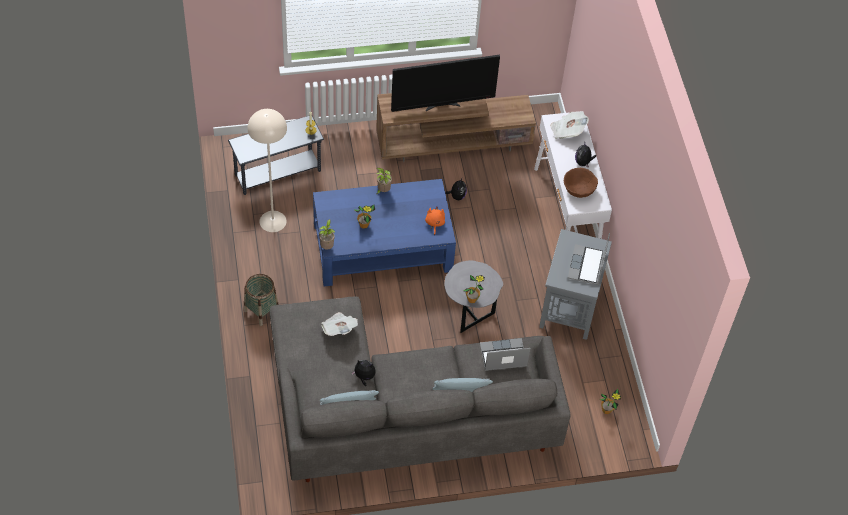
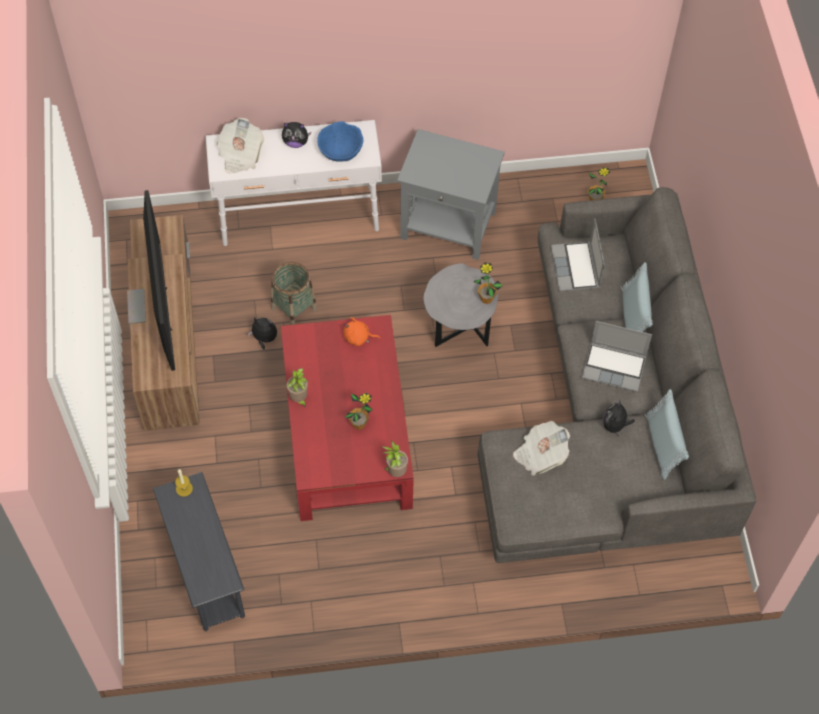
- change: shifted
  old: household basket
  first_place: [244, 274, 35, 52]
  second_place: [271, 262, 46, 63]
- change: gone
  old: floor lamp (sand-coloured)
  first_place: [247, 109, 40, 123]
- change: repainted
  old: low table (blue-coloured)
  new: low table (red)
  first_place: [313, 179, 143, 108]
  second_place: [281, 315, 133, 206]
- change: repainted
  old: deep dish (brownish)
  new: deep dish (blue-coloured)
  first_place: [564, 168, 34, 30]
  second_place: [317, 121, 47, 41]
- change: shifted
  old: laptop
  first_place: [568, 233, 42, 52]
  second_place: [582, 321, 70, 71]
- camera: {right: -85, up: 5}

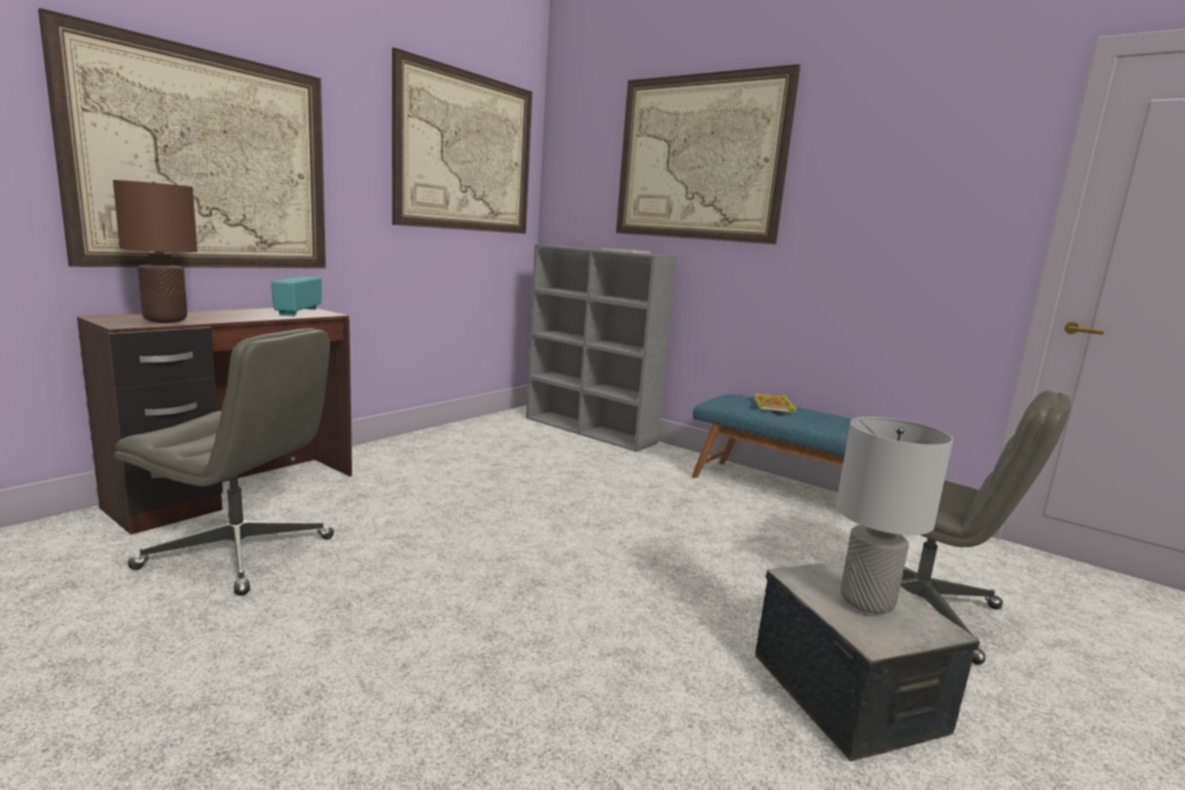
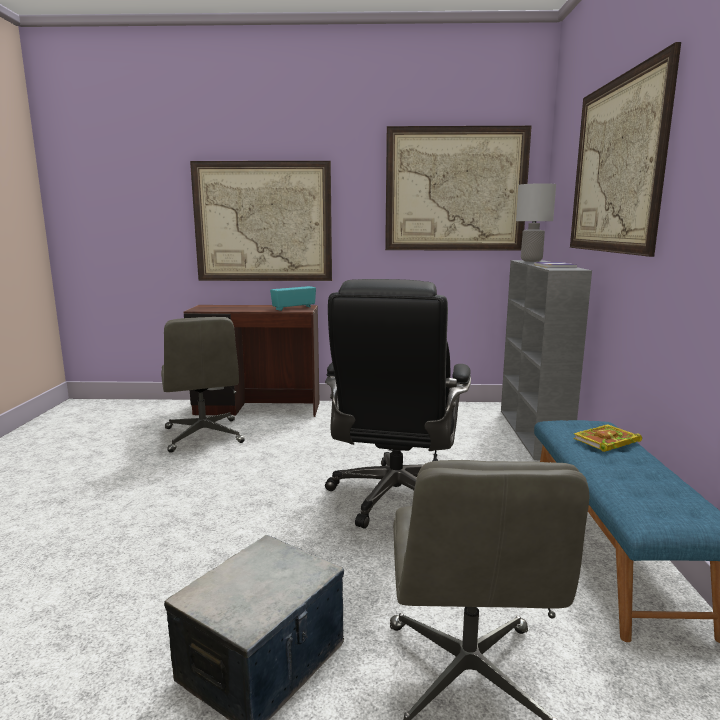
- change: gone
  old: table lamp (brownish)
  first_place: [113, 180, 85, 143]
- change: shifted
  old: table lamp (gray)
  first_place: [836, 417, 117, 197]
  second_place: [516, 183, 40, 79]
- change: new
  new: computer chair (black)
  second_place: [325, 279, 146, 250]
- camera: {right: 55, up: 0}

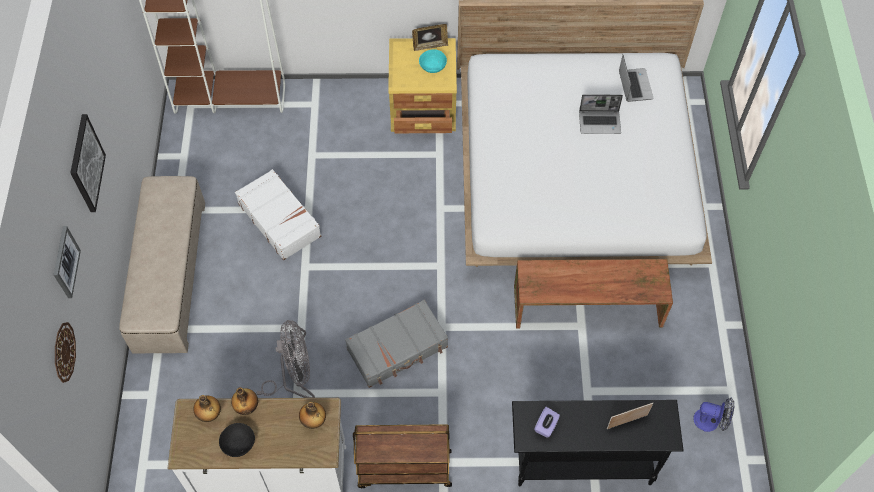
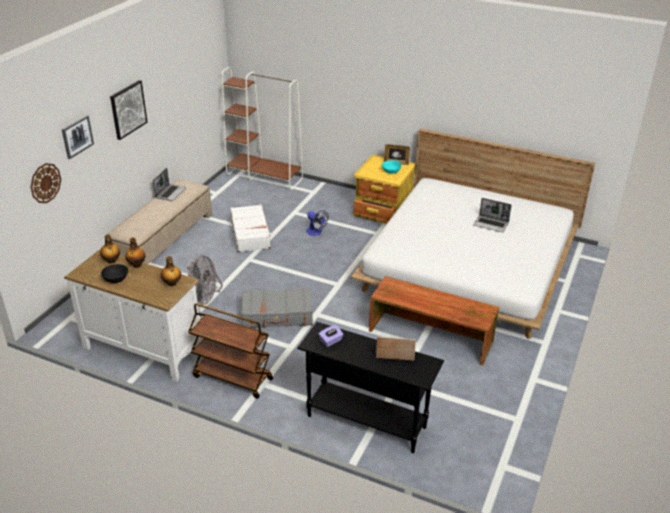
- change: shifted
  old: laptop
  first_place: [619, 55, 34, 47]
  second_place: [153, 168, 33, 33]
- change: shifted
  old: cooling fan
  first_place: [693, 398, 41, 34]
  second_place: [306, 210, 23, 26]
- camera: {right: 25, up: -25}

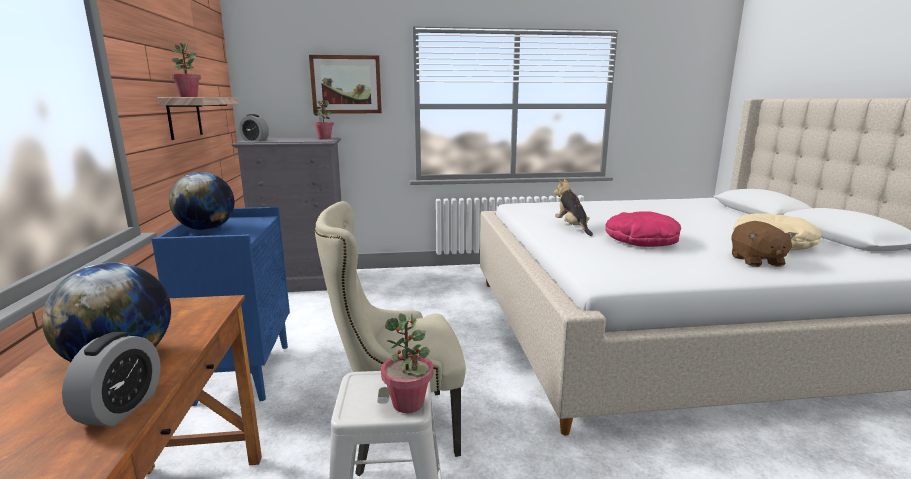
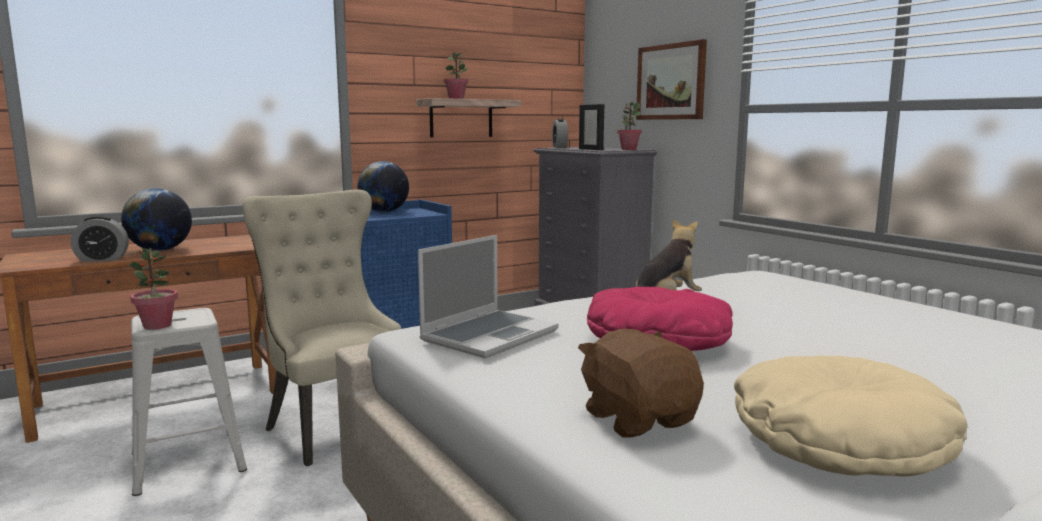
- change: rotated
  old: soft toy (brownish)
  first_place: [731, 221, 65, 46]
  second_place: [578, 329, 126, 109]
  degrees: 90
- change: new
  new: laptop
  second_place: [418, 235, 140, 124]
- change: new
  new: standing frame
  second_place: [579, 104, 25, 46]
- camera: {right: 65, up: -5}

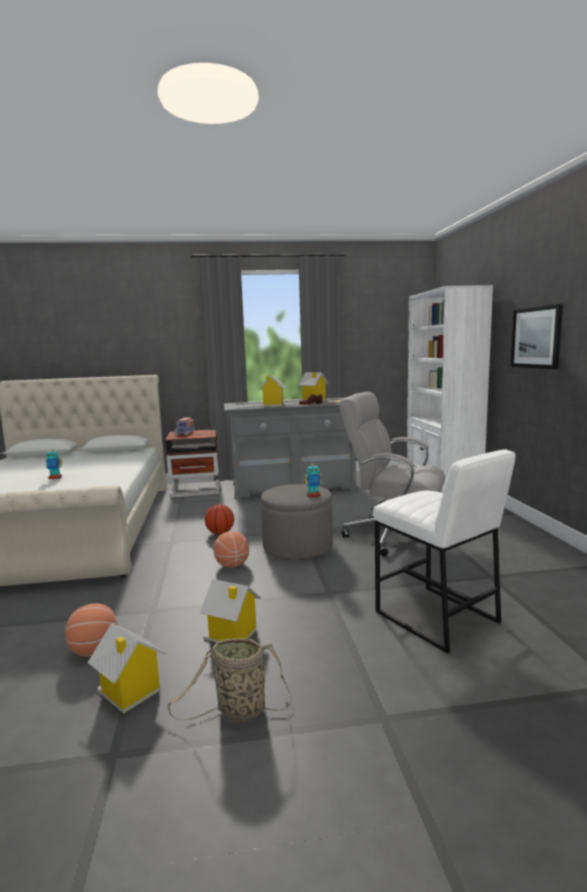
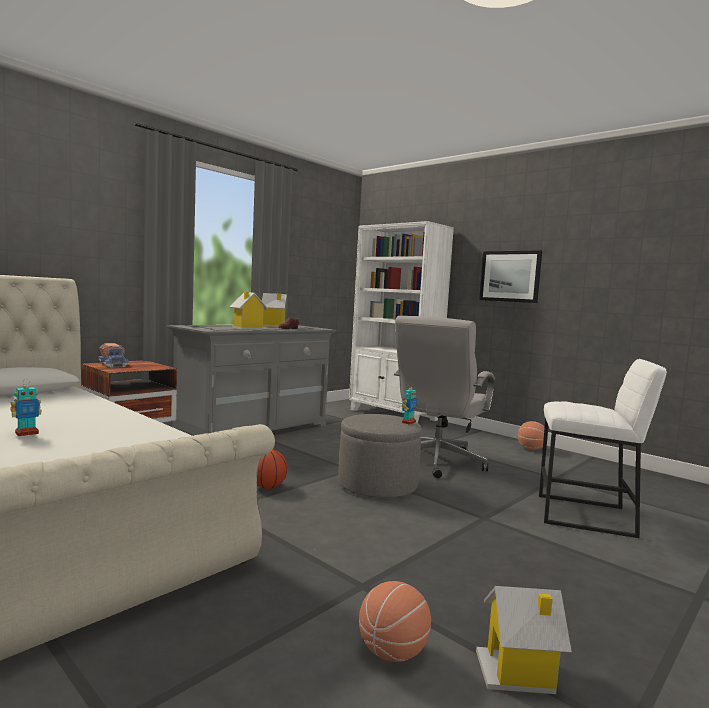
- change: gone
  old: household basket
  first_place: [167, 638, 125, 84]
- change: gone
  old: model house
  first_place: [200, 579, 61, 63]
- change: shifted
  old: basketball
  first_place: [214, 531, 35, 37]
  second_place: [518, 421, 30, 29]
- change: rotated
  old: computer chair (gray)
  first_place: [339, 392, 106, 164]
  second_place: [394, 316, 101, 162]
  degrees: -45
- camera: {right: -40, up: -5}

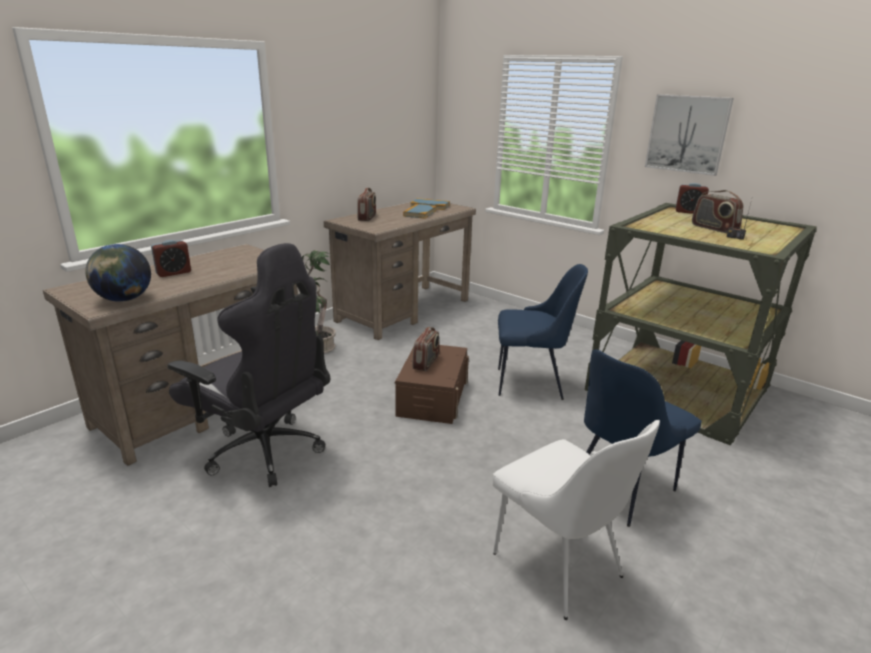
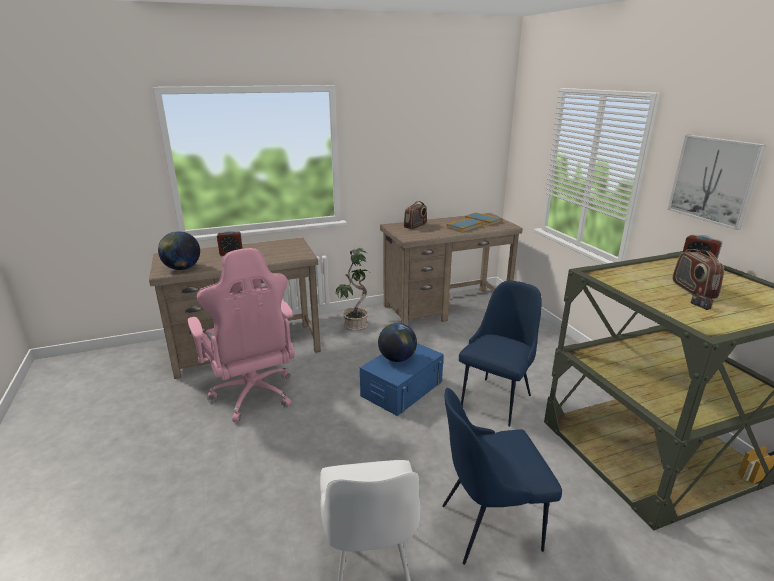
- change: repainted
  old: computer chair (black)
  new: computer chair (pink)
  first_place: [167, 243, 163, 244]
  second_place: [188, 248, 107, 174]
- change: repainted
  old: storage box (brownish)
  new: storage box (blue-coloured)
  first_place: [395, 345, 74, 79]
  second_place: [360, 343, 84, 73]
- change: swapped
  old: radio set
  new: desk globe
  first_place: [413, 327, 26, 44]
  second_place: [378, 323, 39, 39]
- change: rotated
  old: plain chair (blue-coloured)
  first_place: [498, 264, 90, 136]
  second_place: [459, 281, 83, 146]
  degrees: -90
- camera: {right: 30, up: 0}

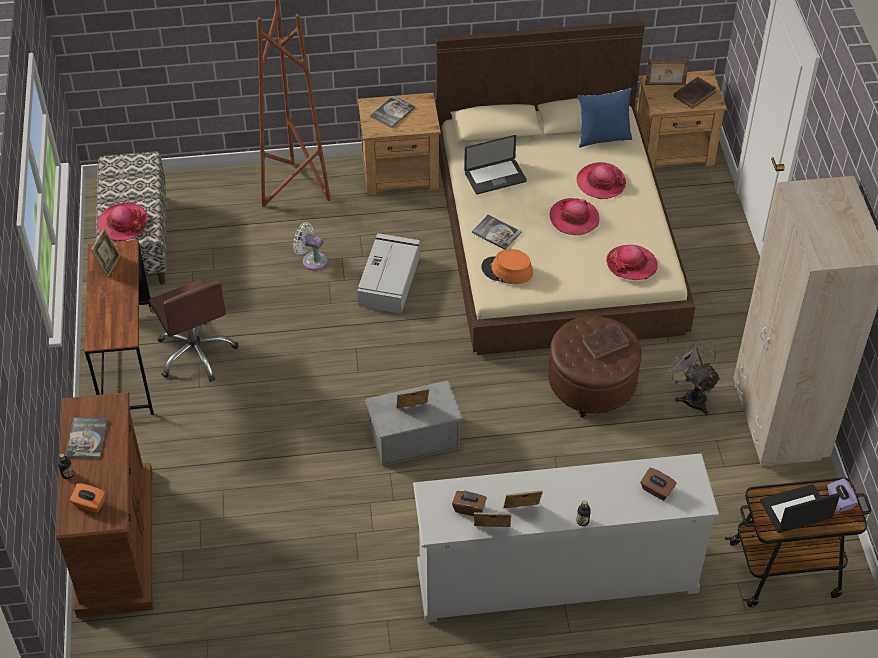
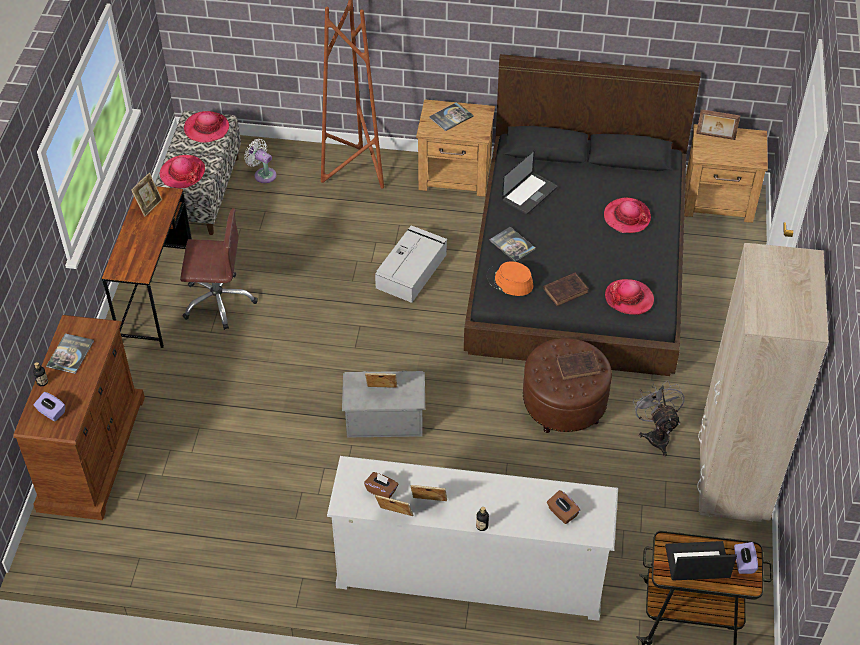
- change: repainted
  old: tissue box (orangey)
  new: tissue box (purple)
  first_place: [70, 483, 36, 30]
  second_place: [33, 392, 32, 29]
- change: rotated
  old: computer chair (brownish)
  first_place: [149, 279, 90, 103]
  second_place: [180, 208, 78, 122]
  degrees: -75
- change: shifted
  old: cooling fan (whitish)
  first_place: [293, 222, 34, 49]
  second_place: [244, 139, 32, 44]
- change: repainted
  old: bedroom bed (sand-coloured)
  new: bedroom bed (black)
  first_place: [436, 21, 259, 334]
  second_place: [464, 54, 237, 322]
- change: rotated
  old: laptop
  first_place: [464, 135, 63, 59]
  second_place: [502, 150, 55, 65]
  degrees: -45
- change: shifted
  old: clothing hat
  first_place: [550, 198, 49, 37]
  second_place: [184, 111, 45, 32]
- change: gone
  old: throw pillow (blue-coloured)
  first_place: [578, 88, 54, 59]
- change: shifted
  old: volume (brownish)
  first_place: [674, 77, 42, 32]
  second_place: [543, 273, 46, 33]
- camera: {right: 15, up: 0}

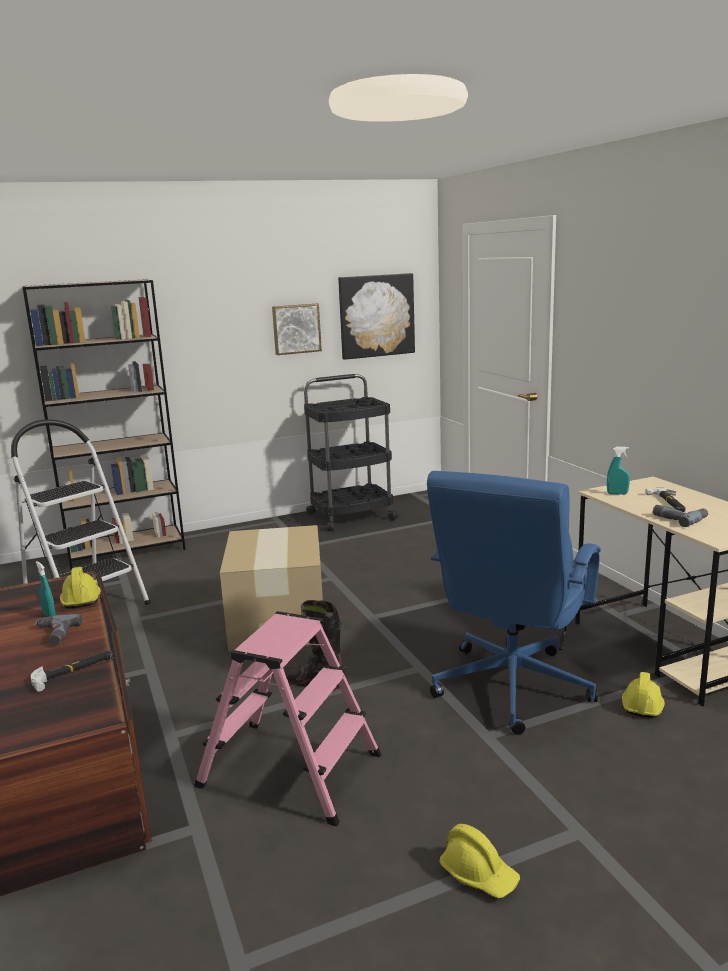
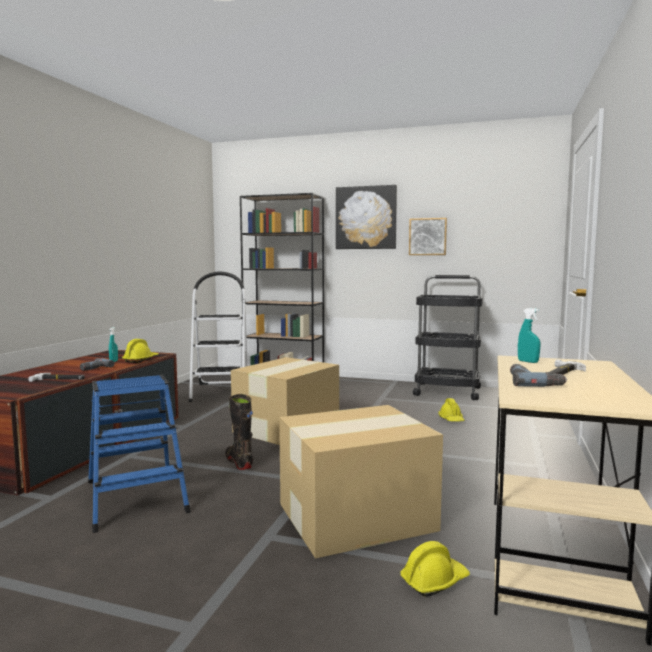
- change: repainted
  old: step stool (pink)
  new: step stool (blue-coloured)
  first_place: [194, 611, 188, 215]
  second_place: [88, 374, 103, 159]
- change: shifted
  old: wall art
  first_place: [338, 273, 77, 87]
  second_place: [336, 185, 61, 64]
- change: swapped
  old: computer chair (blue-coloured)
  new: carton
  first_place: [427, 471, 174, 264]
  second_place: [279, 405, 164, 153]
- change: shifted
  old: hard hat (yellow-coloured)
  first_place: [439, 824, 81, 74]
  second_place: [438, 398, 27, 24]
- camera: {right: 40, up: -10}

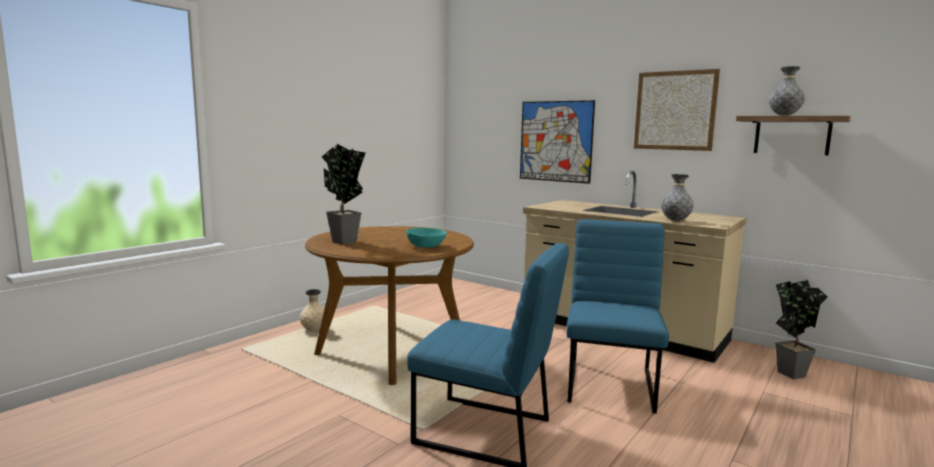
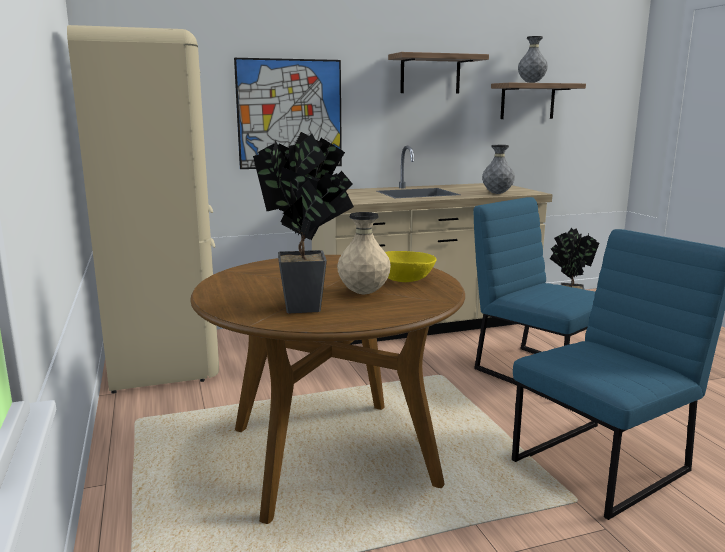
- change: shifted
  old: flower vase (sand-coloured)
  first_place: [300, 289, 24, 43]
  second_place: [337, 212, 54, 82]
- change: repainted
  old: deep dish (turquoise)
  new: deep dish (yellow-coloured)
  first_place: [406, 228, 41, 20]
  second_place: [385, 251, 52, 31]
- change: swapped
  old: wall art
  new: shelf
  first_place: [634, 69, 86, 82]
  second_place: [388, 52, 101, 42]
- change: new
  new: kitchen fridge (sand-coloured)
  second_place: [67, 25, 152, 369]
- camera: {right: -55, up: 5}

